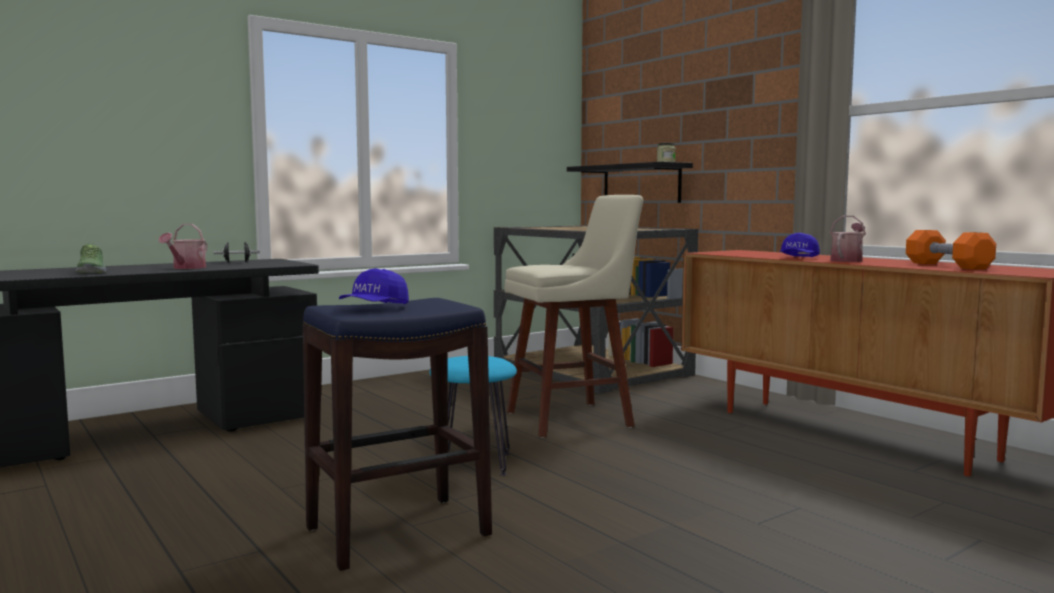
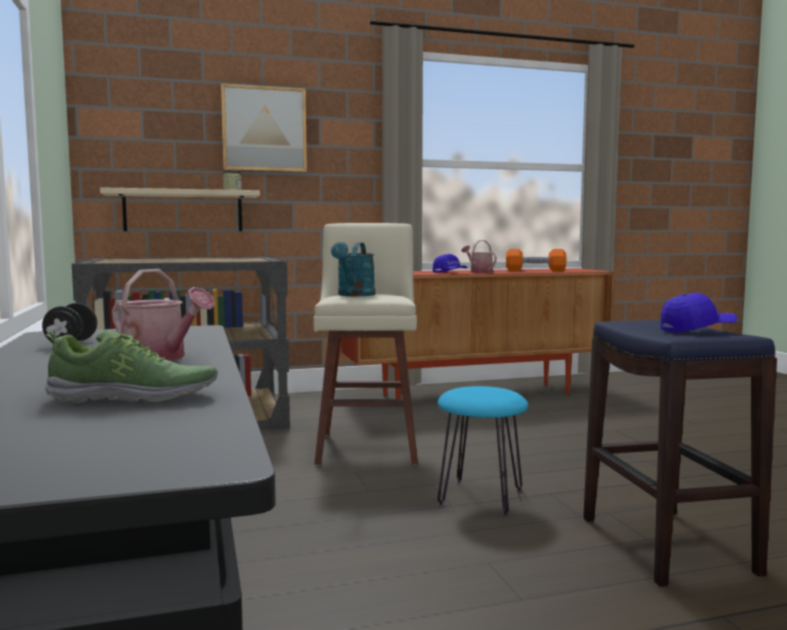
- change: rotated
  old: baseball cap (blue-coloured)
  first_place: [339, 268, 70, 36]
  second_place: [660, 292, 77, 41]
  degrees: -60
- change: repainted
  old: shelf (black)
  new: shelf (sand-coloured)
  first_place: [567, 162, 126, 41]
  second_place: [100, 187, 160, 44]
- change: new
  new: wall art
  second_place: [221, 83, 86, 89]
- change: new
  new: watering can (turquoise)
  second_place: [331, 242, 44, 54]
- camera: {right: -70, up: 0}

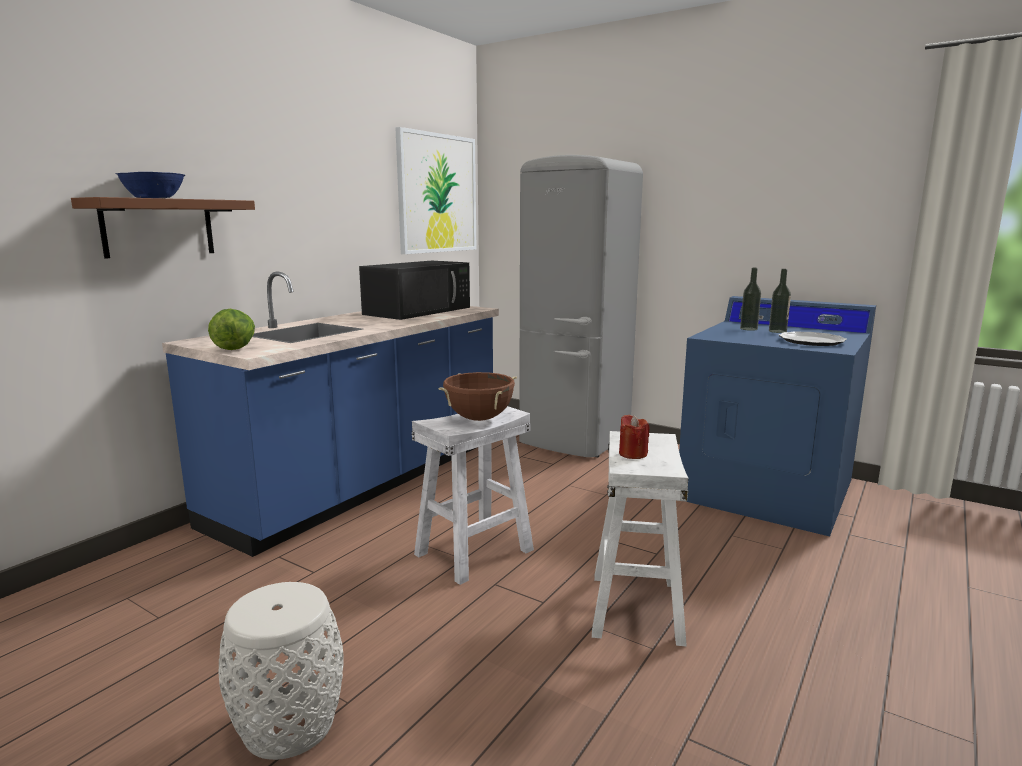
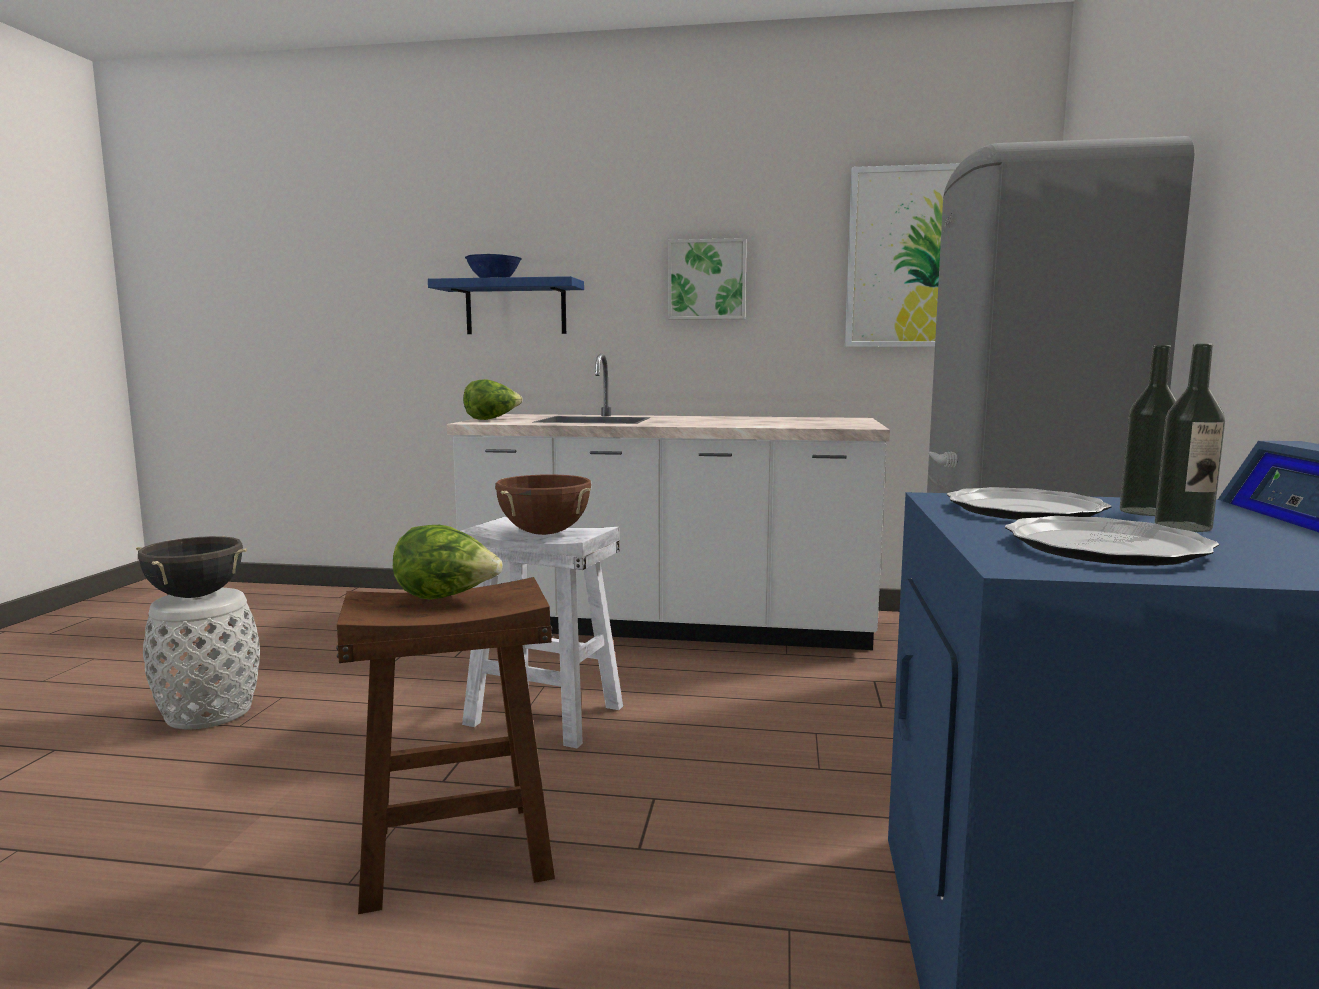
- change: repainted
  old: shelf (brownish)
  new: shelf (blue-coloured)
  first_place: [71, 197, 184, 62]
  second_place: [428, 276, 156, 58]
- change: repainted
  old: kitchen counter (blue-coloured)
  new: kitchen counter (whitish)
  first_place: [162, 272, 337, 285]
  second_place: [447, 353, 443, 297]
- change: gone
  old: microwave oven (black)
  first_place: [359, 261, 111, 59]
- change: repainted
  old: stool (whitish)
  new: stool (brownish)
  first_place: [592, 431, 96, 216]
  second_place: [336, 577, 219, 337]
- change: swapped
  old: wax candle (red)
  new: lettuce head
  first_place: [619, 415, 30, 44]
  second_place: [393, 525, 110, 75]
- change: new
  new: cooking pot (black)
  second_place: [136, 536, 111, 62]
- change: new
  new: wall art
  second_place: [668, 238, 79, 82]
- change: new
  new: flat dish
  second_place: [947, 487, 164, 33]
- camera: {right: 65, up: -5}

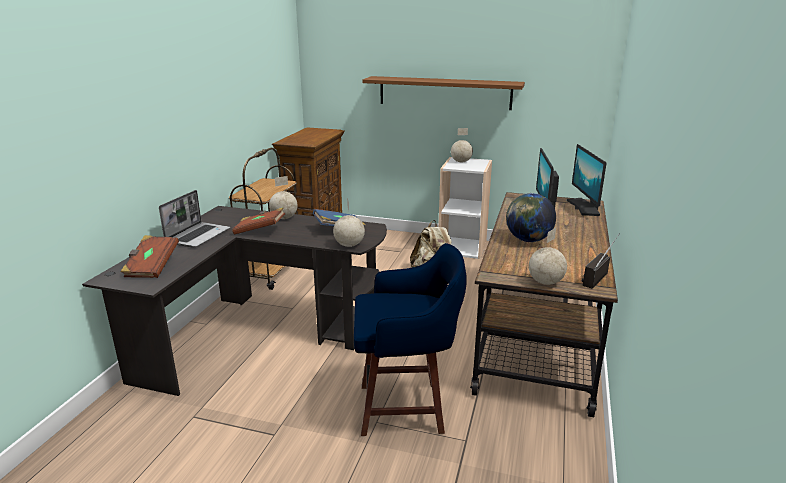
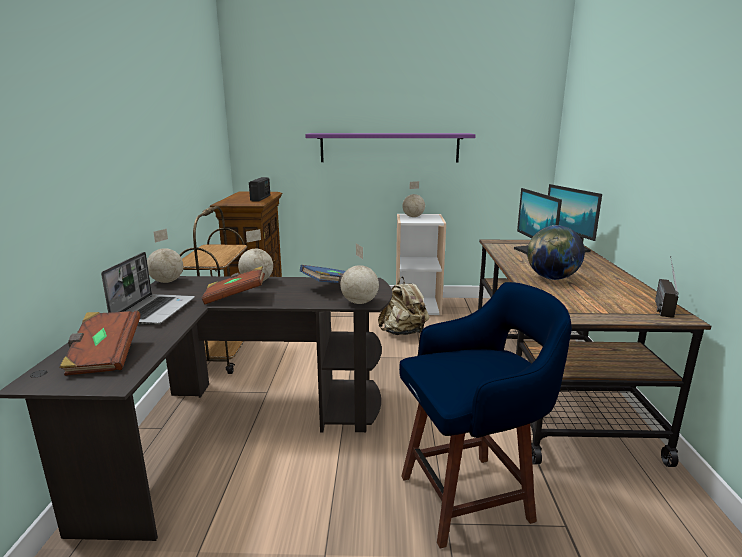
- change: repainted
  old: shelf (brownish)
  new: shelf (purple)
  first_place: [362, 76, 163, 34]
  second_place: [305, 133, 171, 30]
- change: shifted
  old: desk globe
  first_place: [529, 228, 38, 57]
  second_place: [147, 229, 36, 54]
- change: new
  new: radio set
  second_place: [249, 177, 21, 24]
- camera: {right: -15, up: -5}

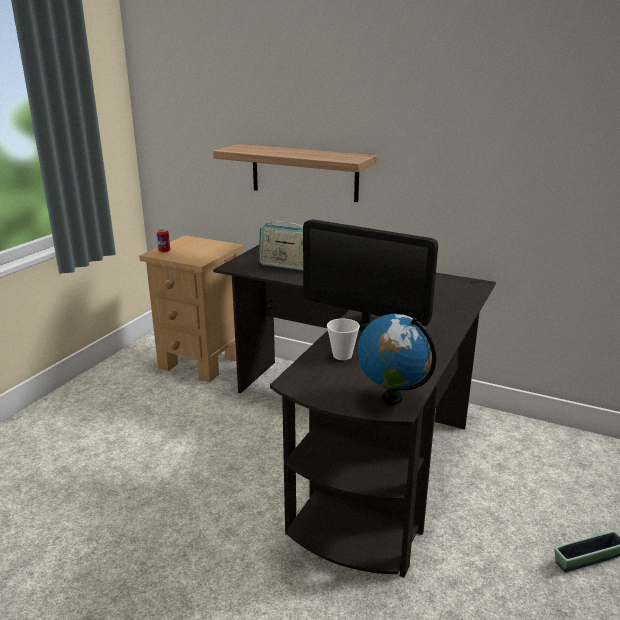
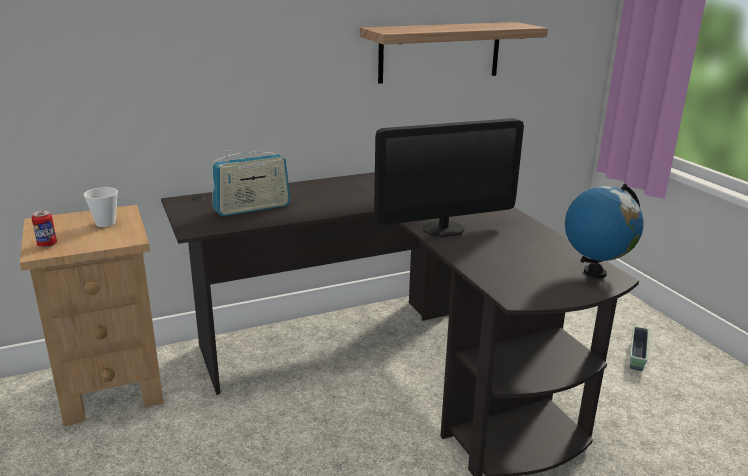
- change: shifted
  old: shelf
  first_place: [213, 144, 164, 58]
  second_place: [360, 22, 188, 62]
- change: shifted
  old: small cup
  first_place: [327, 319, 33, 41]
  second_place: [84, 187, 34, 40]
- camera: {right: -50, up: 0}

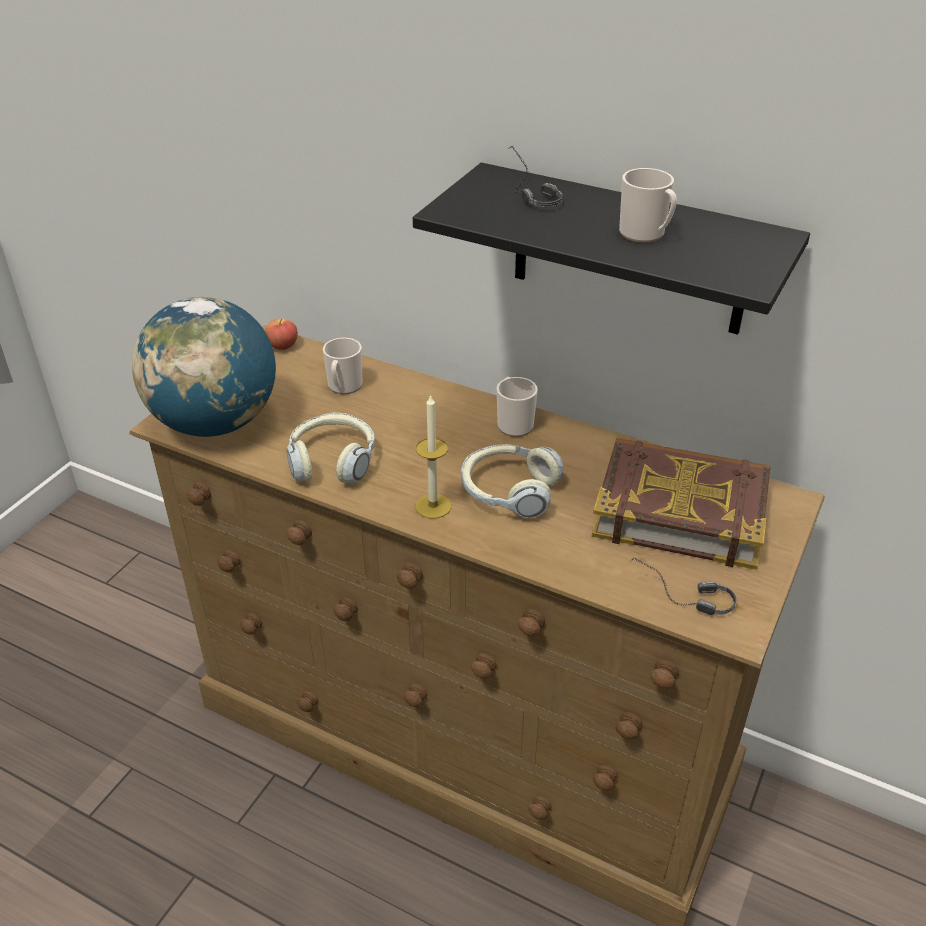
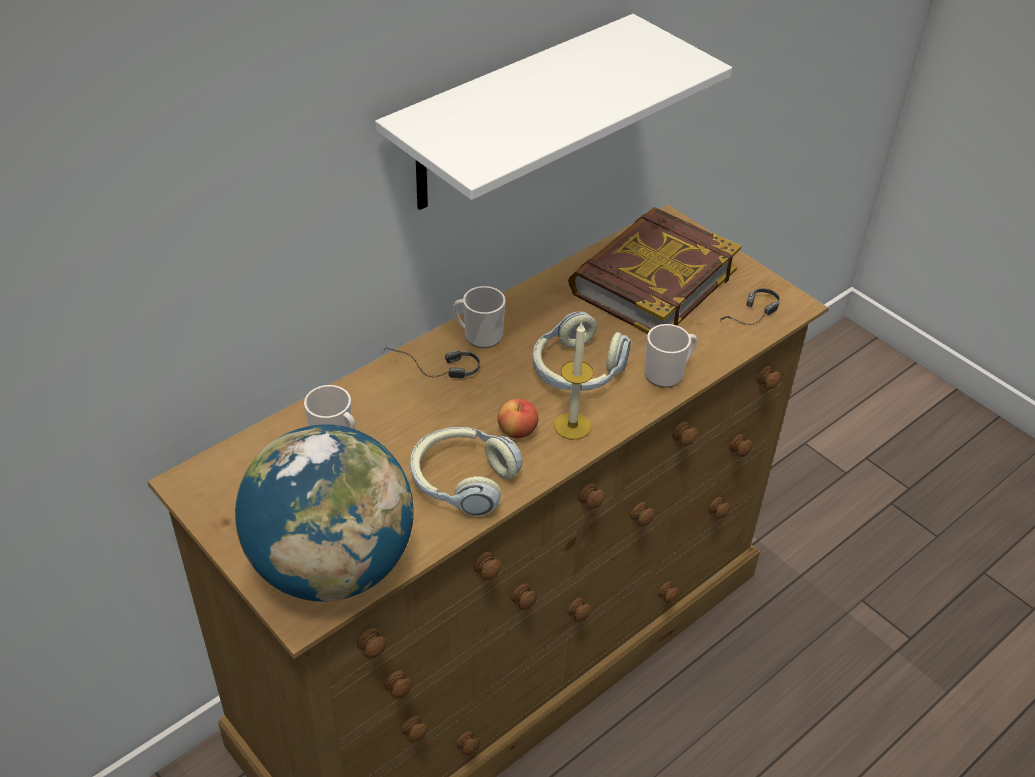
- change: shifted
  old: apple fruit
  first_place: [265, 319, 33, 31]
  second_place: [498, 399, 40, 39]
- change: repainted
  old: shelf (black)
  new: shelf (whitish)
  first_place: [413, 163, 397, 172]
  second_place: [375, 14, 357, 196]
- change: shifted
  old: headphones
  first_place: [508, 146, 54, 61]
  second_place: [382, 347, 98, 31]
- change: shifted
  old: coffee mug
  first_place: [619, 168, 58, 75]
  second_place: [645, 324, 52, 64]
- camera: {right: -70, up: 5}

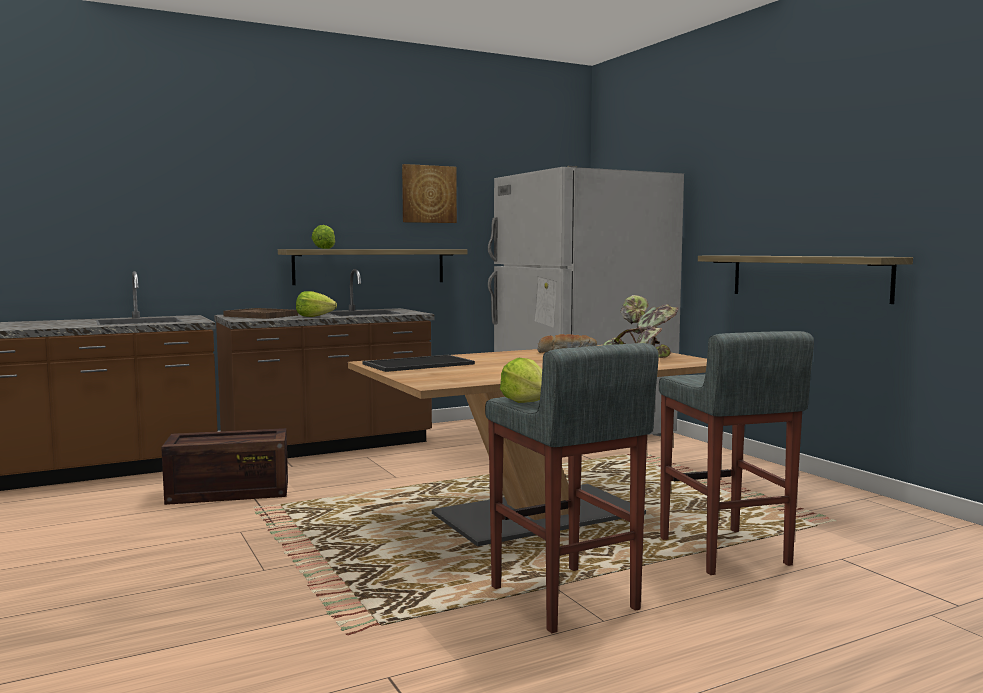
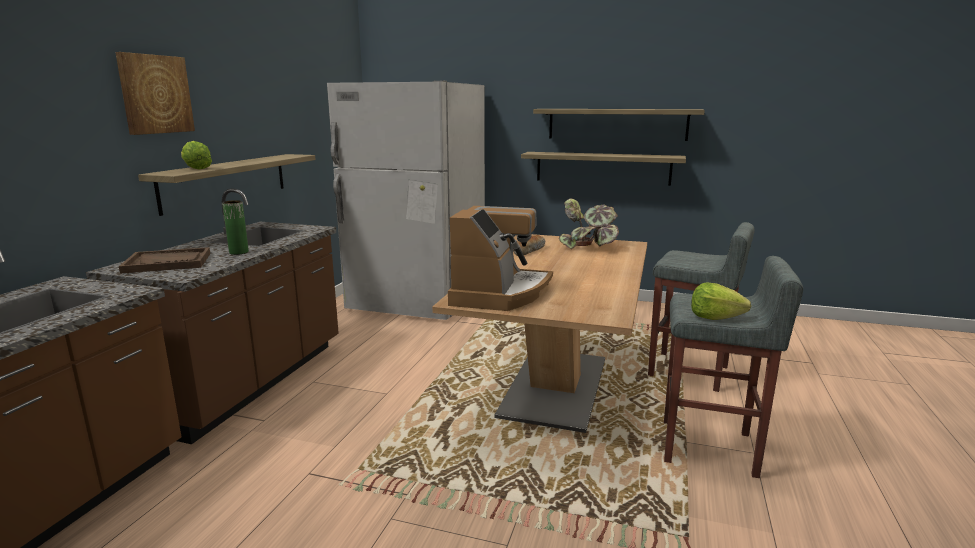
- change: gone
  old: crate
  first_place: [161, 428, 127, 77]
- change: swapped
  old: lettuce head
  new: flower vase (green-coloured)
  first_place: [296, 291, 41, 26]
  second_place: [222, 200, 27, 55]
- change: swapped
  old: serving tray
  new: coffee maker
  first_place: [363, 355, 112, 17]
  second_place: [448, 206, 105, 105]
- change: shifted
  old: wall art
  first_place: [402, 164, 55, 59]
  second_place: [115, 52, 80, 83]
- change: new
  new: shelf
  second_place: [533, 109, 172, 32]
- camera: {right: -45, up: 10}

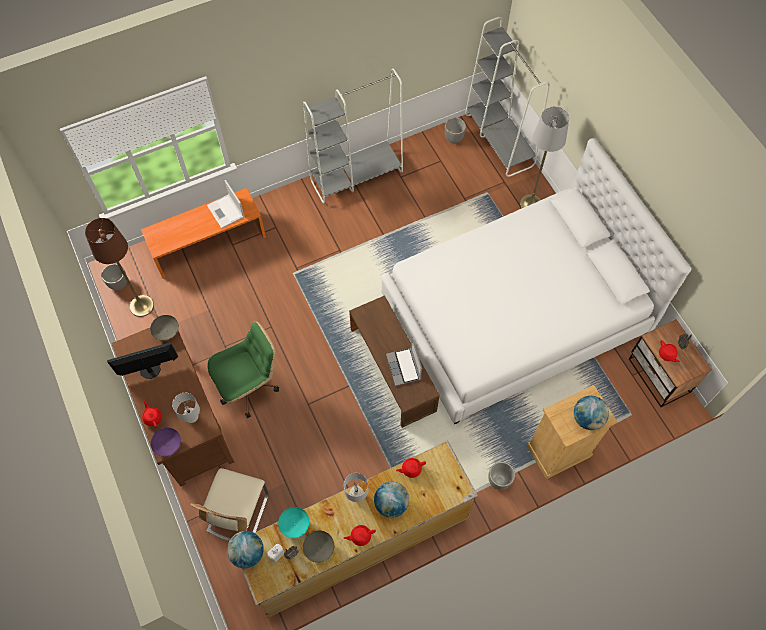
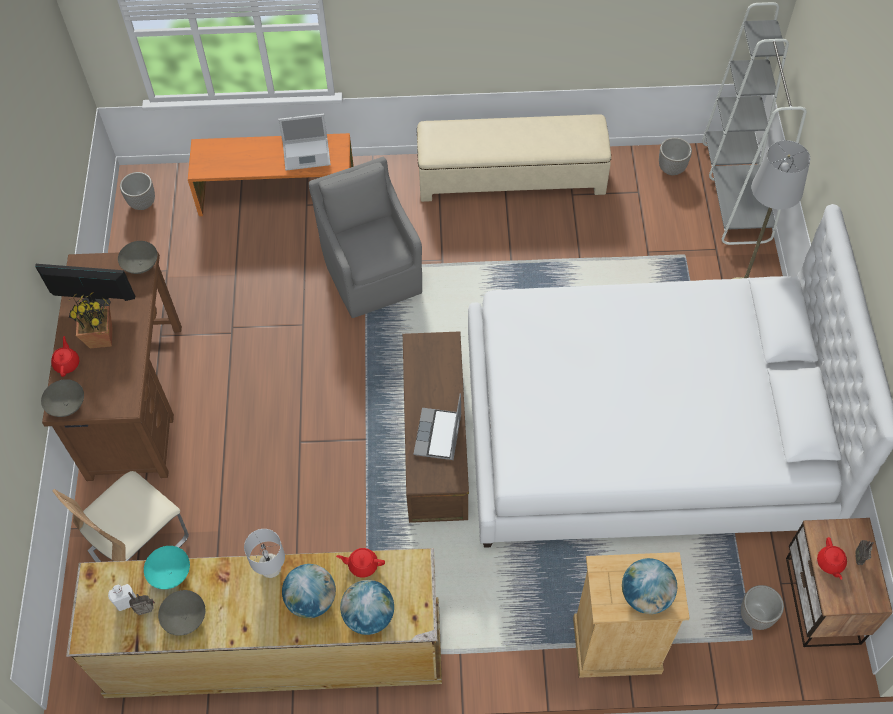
- change: gone
  old: floor lamp (brownish)
  first_place: [85, 218, 69, 99]
- change: repainted
  old: deep dish (purple)
  new: deep dish (gray)
  first_place: [151, 428, 30, 29]
  second_place: [41, 379, 43, 38]
- change: gone
  old: table lamp (gray)
  first_place: [172, 393, 28, 30]
- change: rotated
  old: laptop
  first_place: [207, 180, 37, 48]
  second_place: [278, 114, 53, 57]
  degrees: -90
- change: gone
  old: computer chair (green-coloured)
  first_place: [207, 322, 72, 96]
- change: shifted
  old: desk globe
  first_place: [227, 531, 37, 37]
  second_place: [340, 580, 54, 55]
- change: swapped
  old: garment stand (gray)
  new: indoor bench (sand-coloured)
  first_place: [303, 68, 100, 135]
  second_place: [417, 114, 194, 88]
- change: gone
  old: teapot (red)
  first_place: [343, 525, 33, 21]
- change: shifted
  old: plant pot
  first_place: [488, 462, 27, 28]
  second_place: [741, 585, 43, 45]
- change: new
  new: plant in a pot
  second_place: [69, 292, 44, 56]
- change: new
  new: easy chair (gray)
  second_place: [309, 157, 113, 161]
- camera: {right: 25, up: -5}

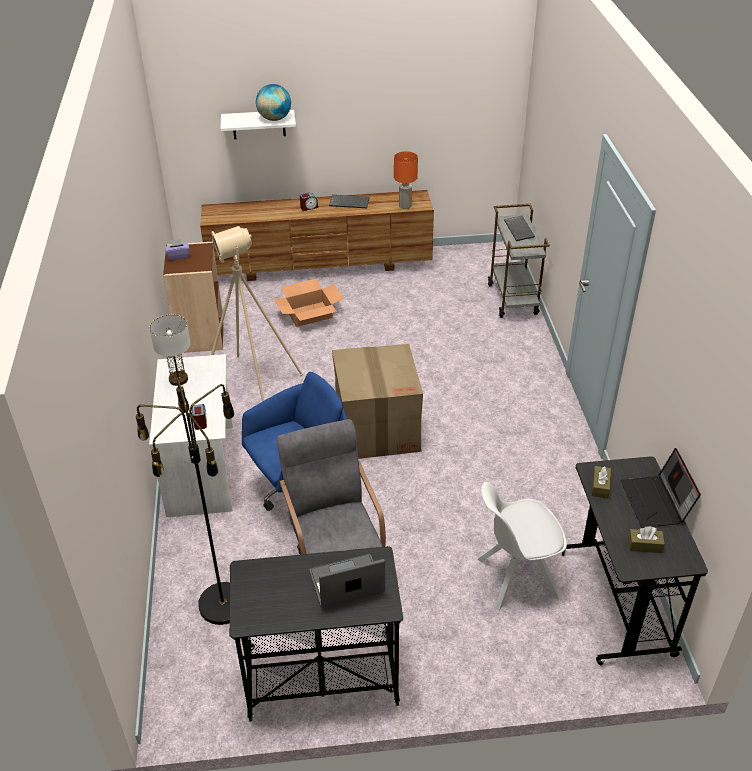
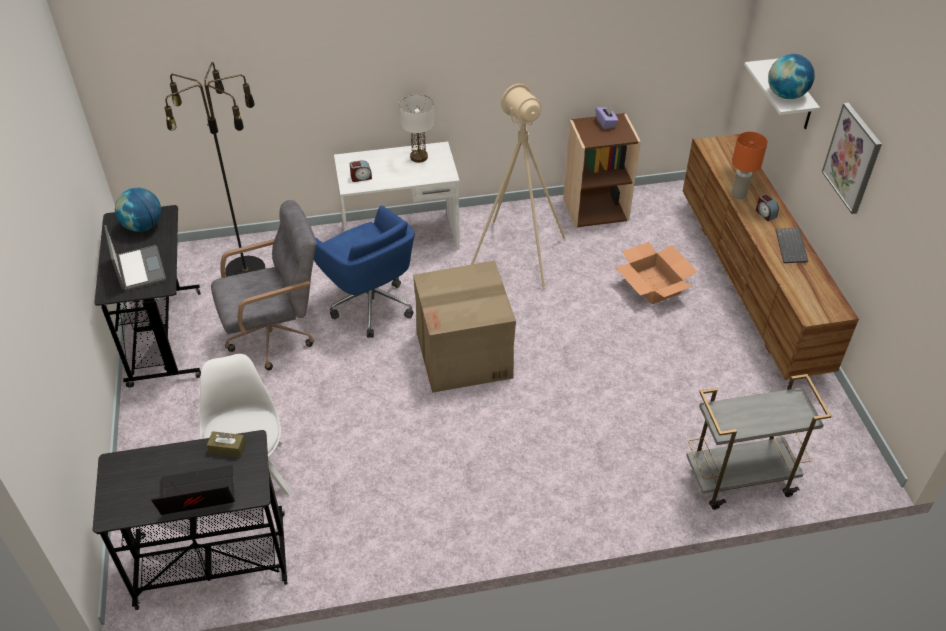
- change: shifted
  old: table lamp (orangey)
  first_place: [394, 151, 24, 58]
  second_place: [731, 132, 37, 67]
- change: gone
  old: PC keyboard
  first_place: [504, 216, 31, 25]
- change: gone
  old: tissue box (brownish)
  first_place: [628, 526, 37, 27]
- change: new
  new: desk globe
  second_place: [115, 187, 46, 45]
- change: new
  new: wall art
  second_place: [822, 103, 60, 111]
- camera: {right: 85, up: 5}

